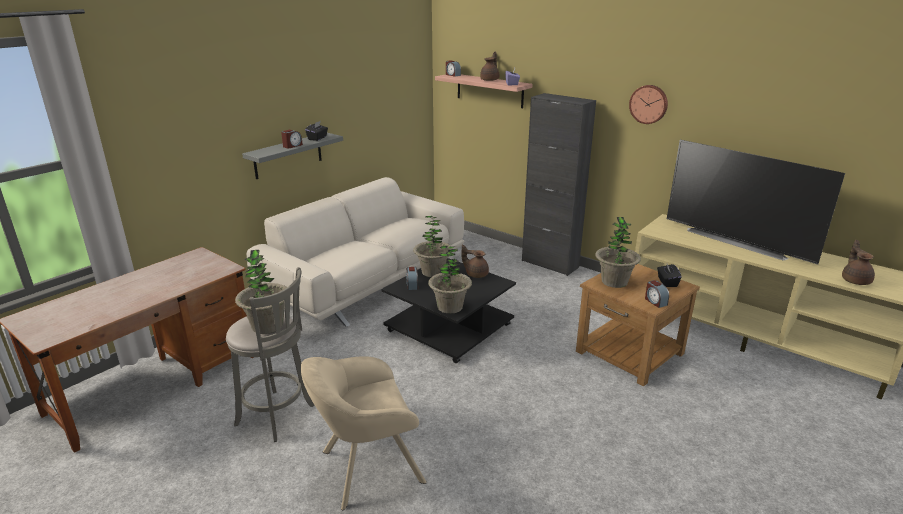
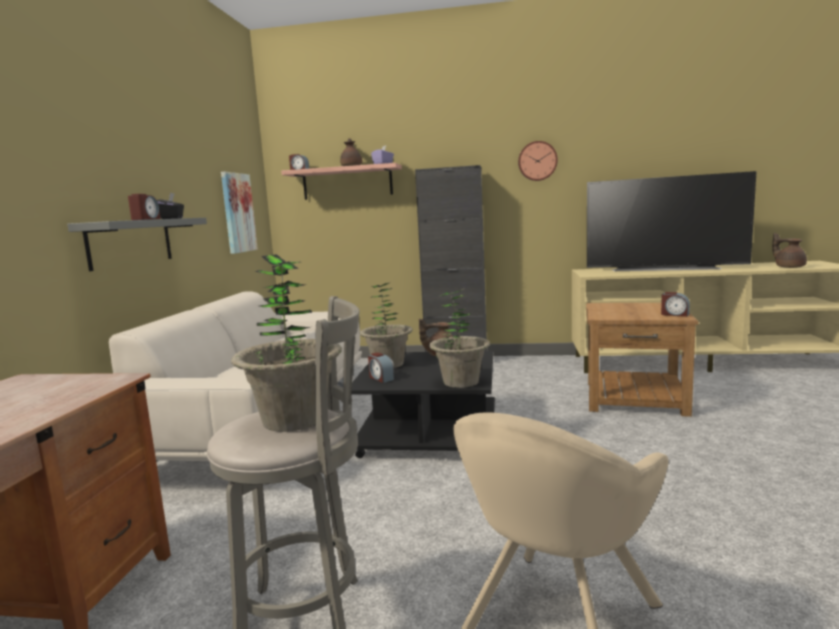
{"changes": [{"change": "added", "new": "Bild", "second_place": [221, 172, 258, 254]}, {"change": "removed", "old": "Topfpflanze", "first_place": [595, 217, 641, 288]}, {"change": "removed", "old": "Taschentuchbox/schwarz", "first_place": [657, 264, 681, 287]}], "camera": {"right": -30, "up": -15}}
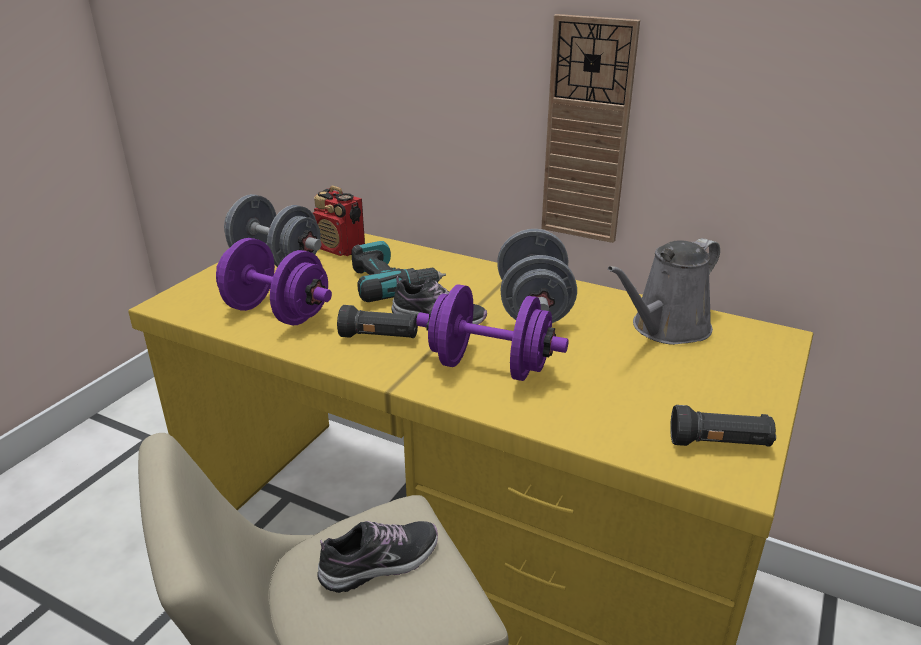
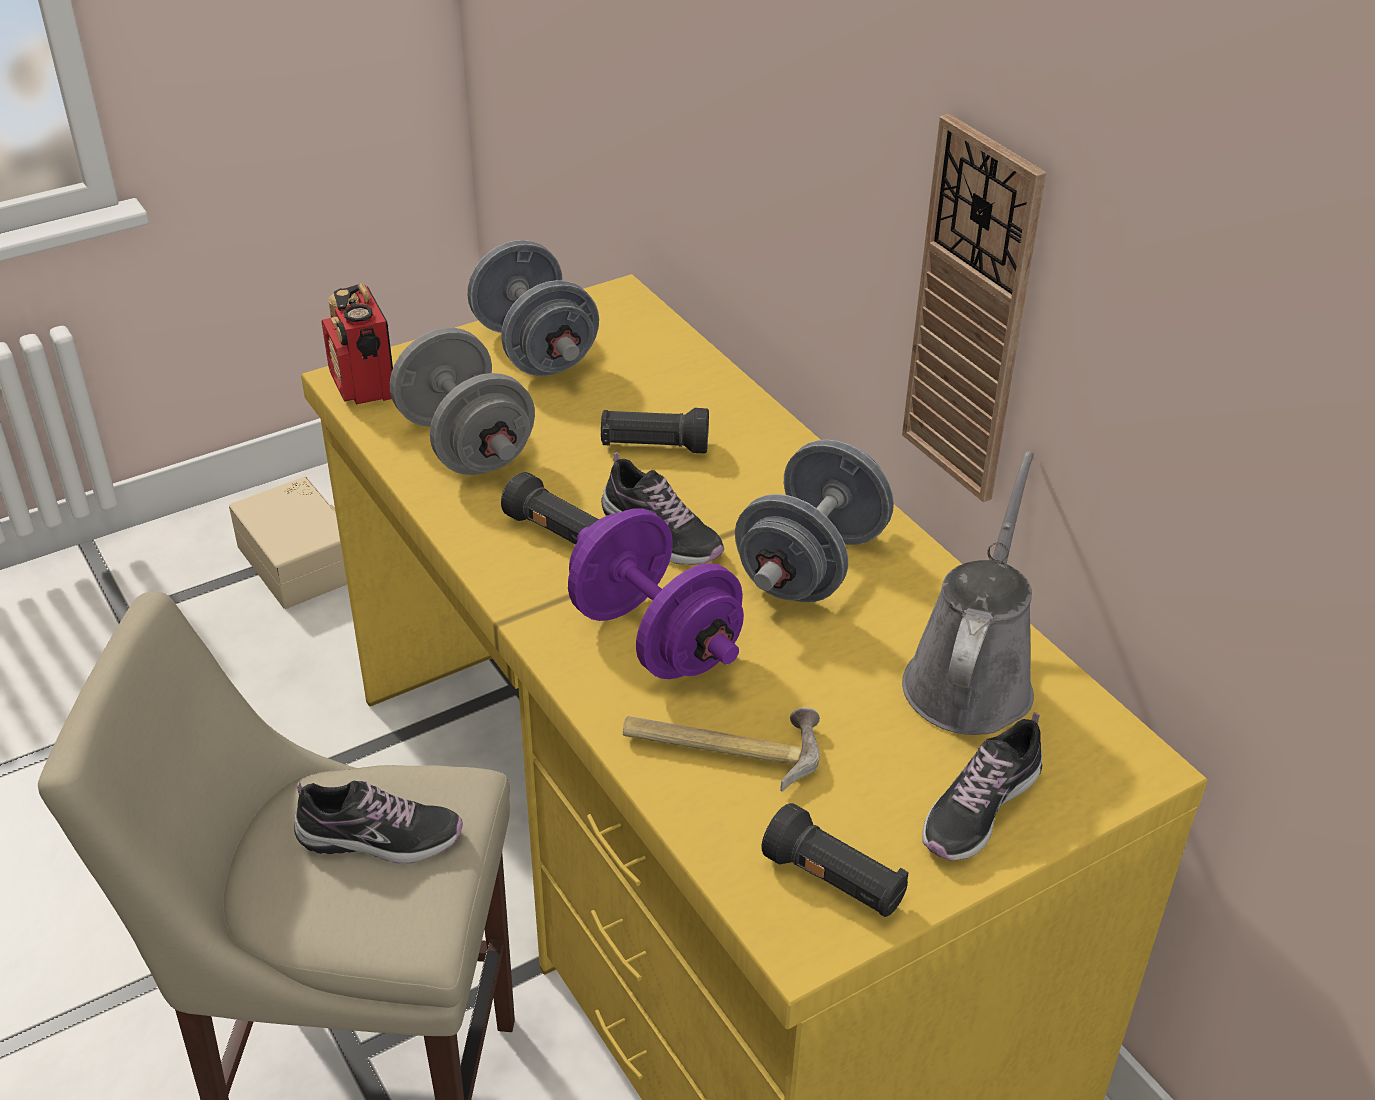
{"changes": [{"change": "added", "new": "Aufbewahrungsbox/beige", "second_place": [229, 477, 347, 609]}, {"change": "moved", "old": "Radio", "first_place": [313, 186, 365, 256], "second_place": [322, 283, 393, 404]}, {"change": "recoloured", "old": "Hantel/lila", "new": "Hantel/grau", "first_place": [216, 238, 332, 325], "second_place": [390, 328, 535, 475]}, {"change": "replaced", "old": "Bohrmaschine", "new": "Taschenlampe/schwarz", "first_place": [351, 241, 446, 302], "second_place": [601, 408, 709, 453]}, {"change": "added", "new": "Hammer", "second_place": [623, 707, 820, 792]}, {"change": "turned", "old": "Gießkanne/grau", "first_place": [608, 238, 720, 345], "second_place": [902, 451, 1034, 735], "degrees": 120}, {"change": "added", "new": "Schuh", "second_place": [922, 712, 1042, 861]}], "camera": {"right": 30, "up": 10}}
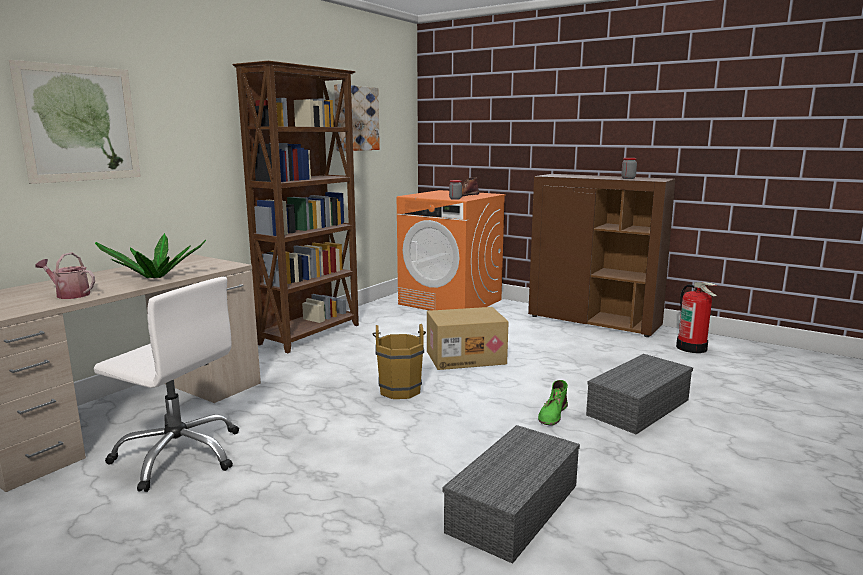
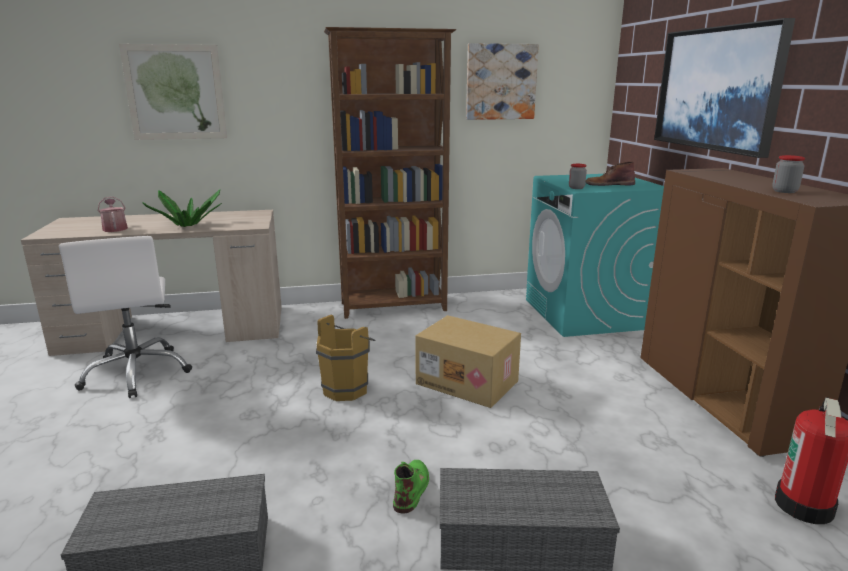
{"changes": [{"change": "turned", "old": "Stiefel/grün", "first_place": [538, 380, 568, 426], "second_place": [393, 460, 429, 514], "degrees": 120}, {"change": "recoloured", "old": "Waschmaschine/orange", "new": "Waschmaschine/türkis", "first_place": [397, 190, 506, 311], "second_place": [526, 174, 664, 337]}, {"change": "added", "new": "Bild", "second_place": [654, 18, 795, 158]}], "camera": {"right": 45, "up": 5}}
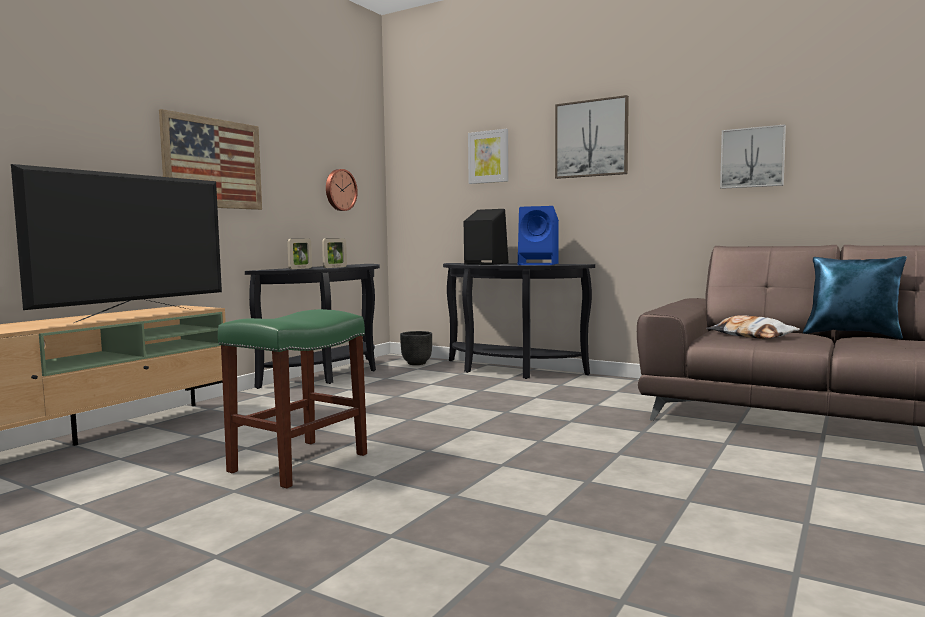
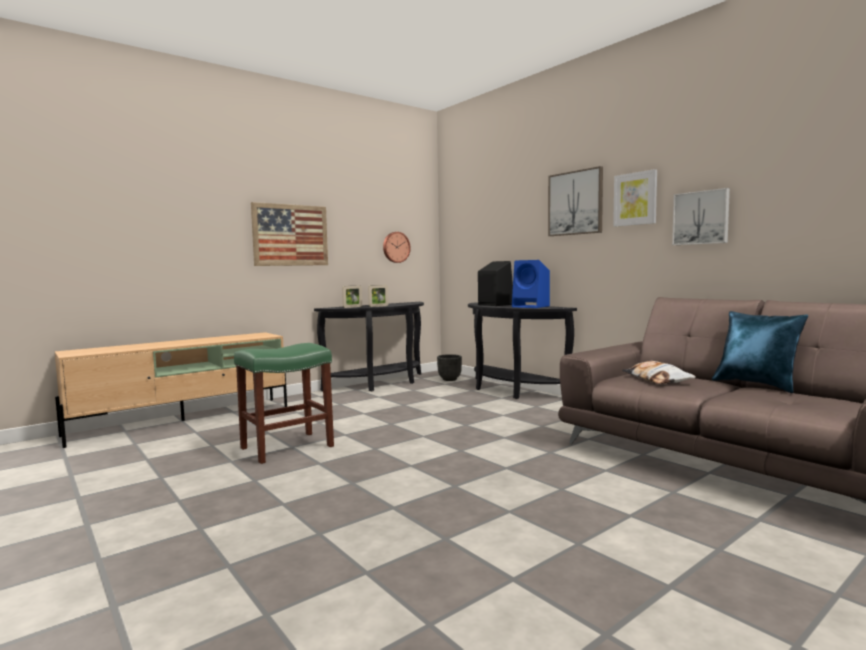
{"changes": [{"change": "moved", "old": "Bild", "first_place": [468, 129, 509, 184], "second_place": [613, 169, 657, 227]}, {"change": "removed", "old": "Fernseher", "first_place": [11, 164, 222, 323]}], "camera": {"right": 20, "up": 0}}
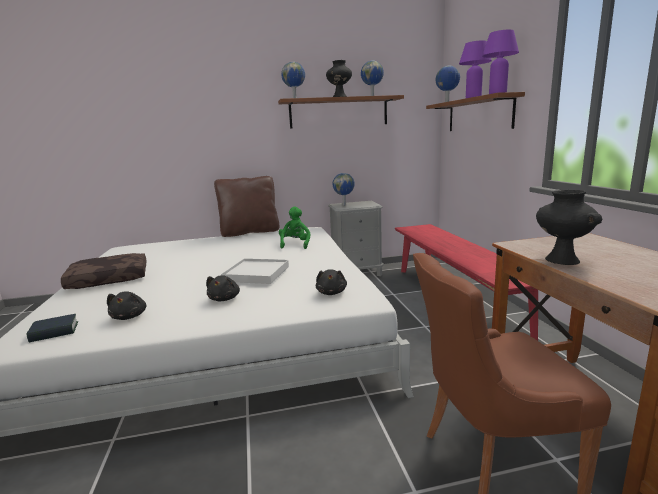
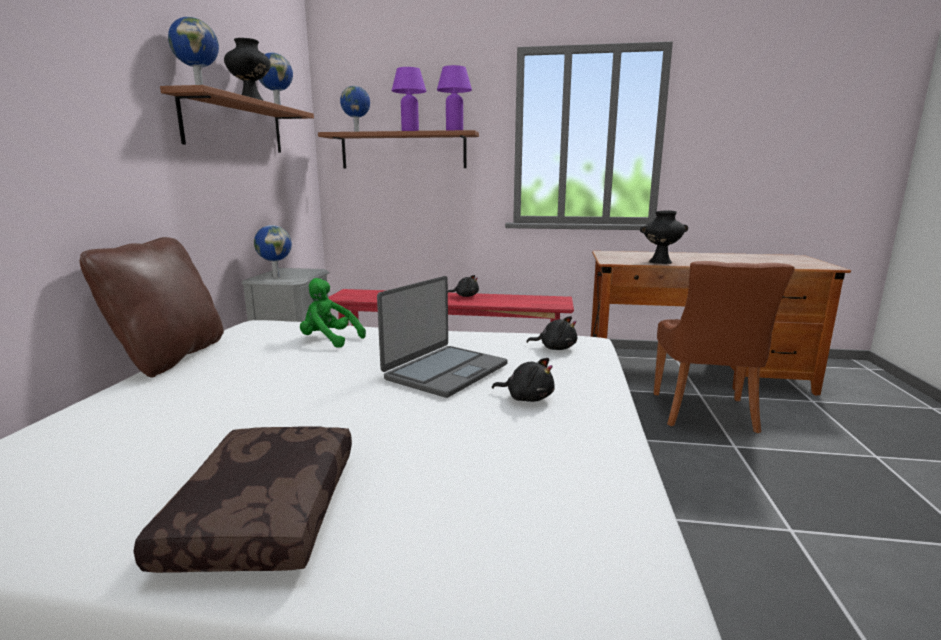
{"changes": [{"change": "replaced", "old": "Tablett/weiß", "new": "Laptop", "first_place": [221, 258, 289, 284], "second_place": [377, 276, 507, 398]}, {"change": "moved", "old": "Plüschtier/schwarz", "first_place": [107, 292, 147, 320], "second_place": [448, 275, 479, 297]}, {"change": "removed", "old": "Buch", "first_place": [26, 314, 78, 342]}], "camera": {"right": -70, "up": 0}}
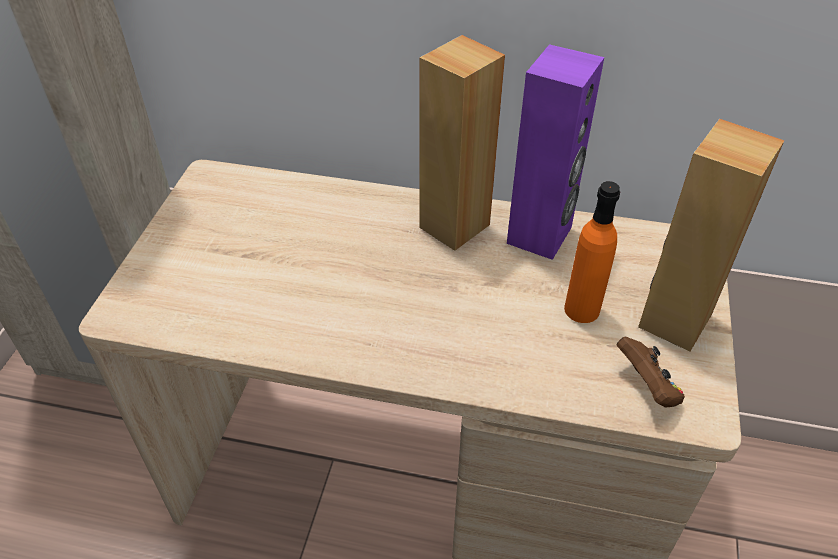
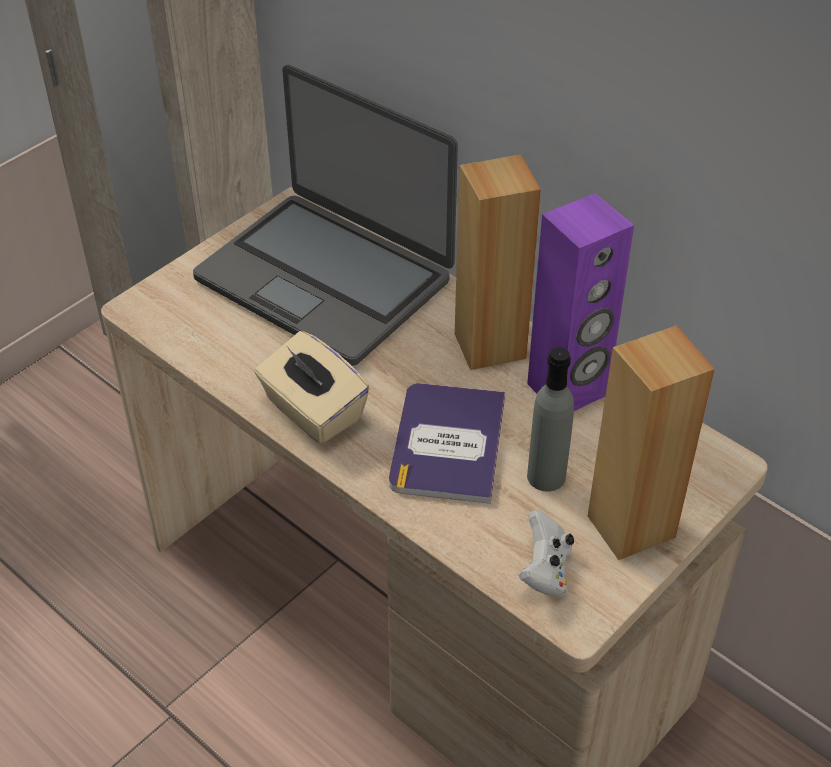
{"changes": [{"change": "added", "new": "Laptop", "second_place": [193, 65, 458, 366]}, {"change": "added", "new": "Taschentuchbox/beige", "second_place": [255, 331, 370, 444]}, {"change": "added", "new": "Buch", "second_place": [389, 383, 505, 504]}, {"change": "recoloured", "old": "Gamepad/braun", "new": "Gamepad/weiß", "first_place": [617, 337, 685, 408], "second_place": [519, 510, 574, 597]}, {"change": "recoloured", "old": "Flasche/orange", "new": "Flasche/grau", "first_place": [564, 181, 620, 323], "second_place": [527, 347, 574, 492]}], "camera": {"right": 30, "up": 0}}
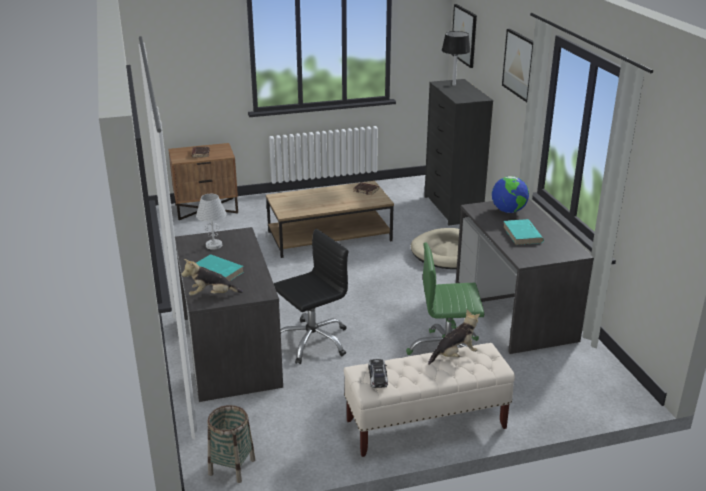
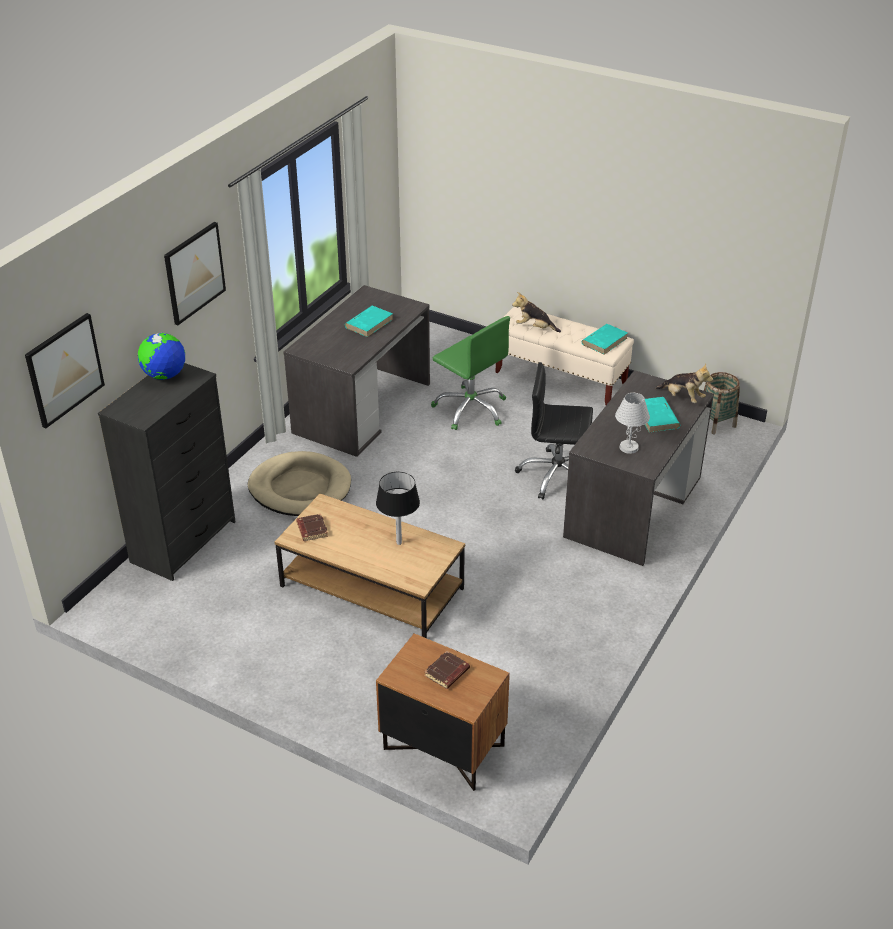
{"changes": [{"change": "moved", "old": "Globus", "first_place": [492, 176, 529, 213], "second_place": [138, 333, 185, 380]}, {"change": "moved", "old": "Tischlampe/schwarz", "first_place": [442, 31, 470, 86], "second_place": [376, 472, 420, 545]}, {"change": "replaced", "old": "Spielzeugauto", "new": "Buch/türkis", "first_place": [368, 359, 388, 388], "second_place": [582, 324, 628, 354]}], "camera": {"right": -135, "up": 10}}
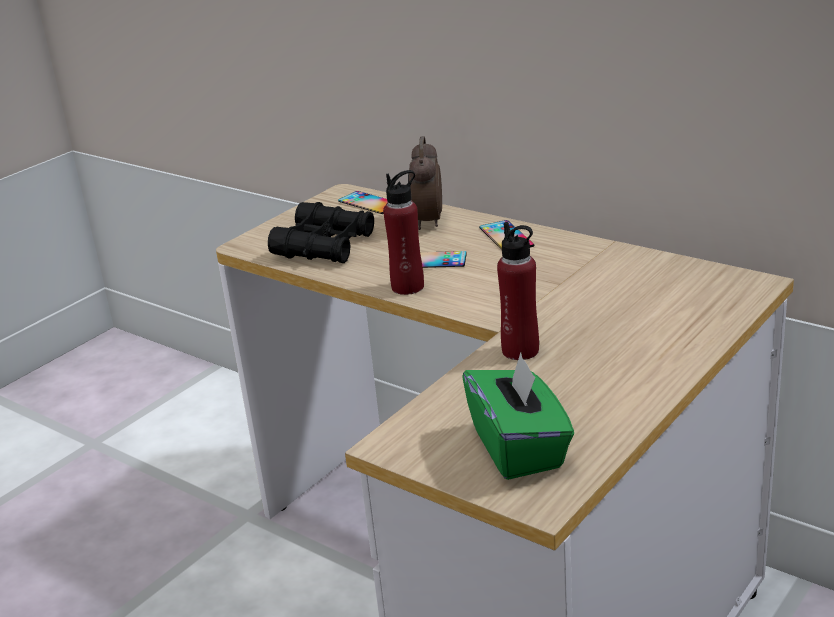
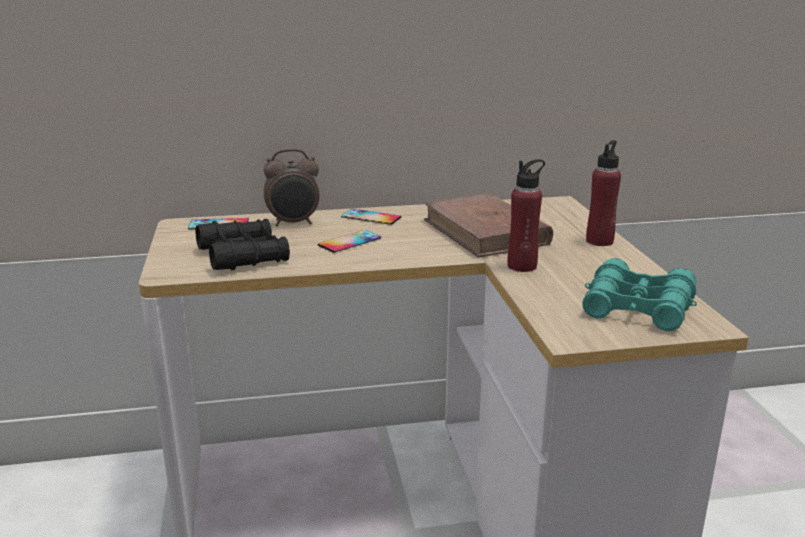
{"changes": [{"change": "turned", "old": "Wecker", "first_place": [408, 136, 442, 230], "second_place": [264, 149, 319, 227], "degrees": -60}, {"change": "added", "new": "Buch/braun", "second_place": [424, 194, 553, 257]}, {"change": "replaced", "old": "Taschentuchbox/grün", "new": "Fernglas/türkis", "first_place": [462, 352, 574, 480], "second_place": [582, 258, 697, 331]}, {"change": "moved", "old": "Flasche/rot", "first_place": [383, 170, 424, 295], "second_place": [586, 140, 621, 246]}], "camera": {"right": -50, "up": -5}}
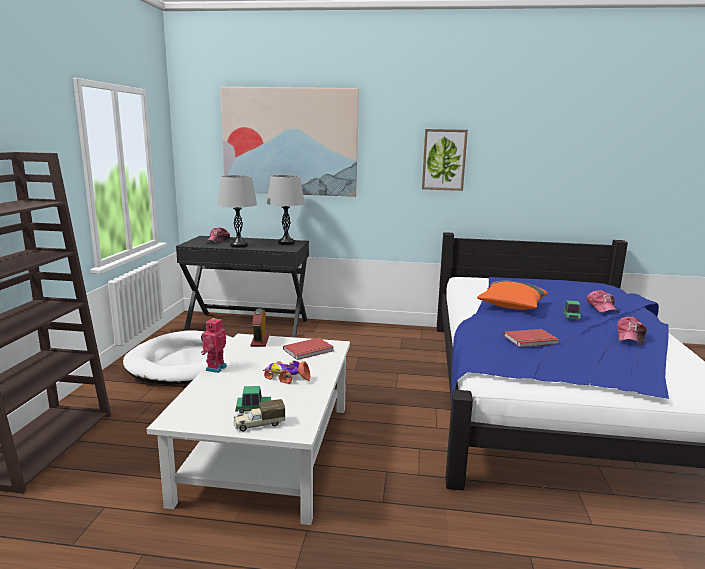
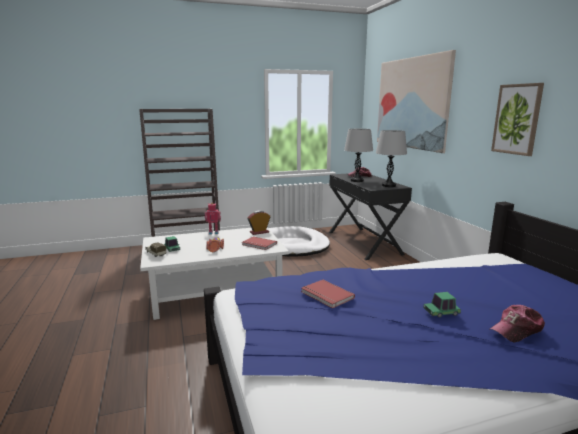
{"changes": [{"change": "removed", "old": "Kissen/orange", "first_place": [477, 281, 548, 310]}, {"change": "removed", "old": "Kappe", "first_place": [617, 317, 647, 345]}], "camera": {"right": 65, "up": 0}}
